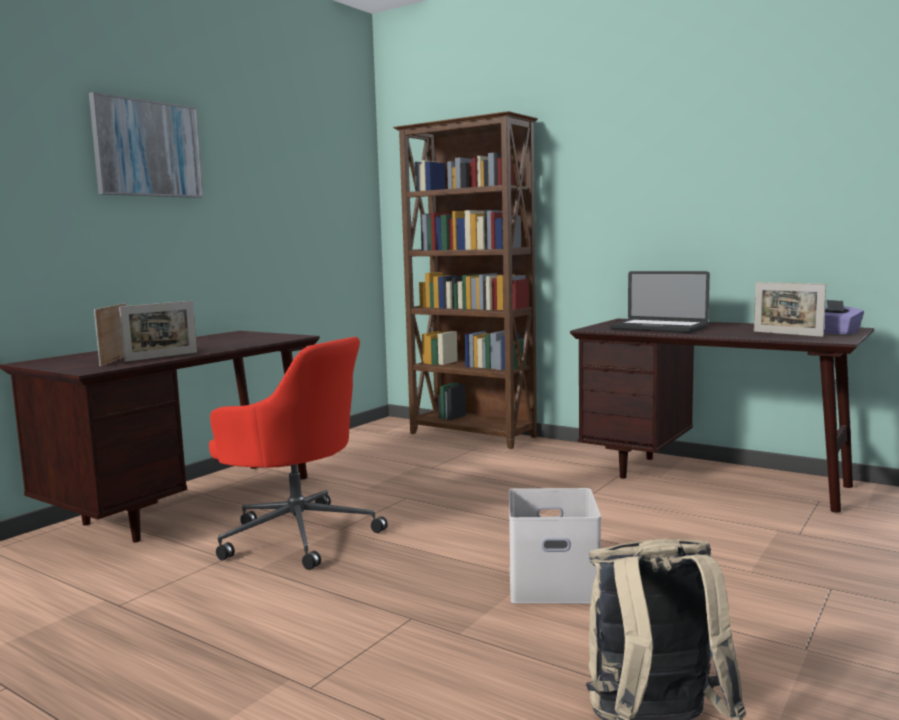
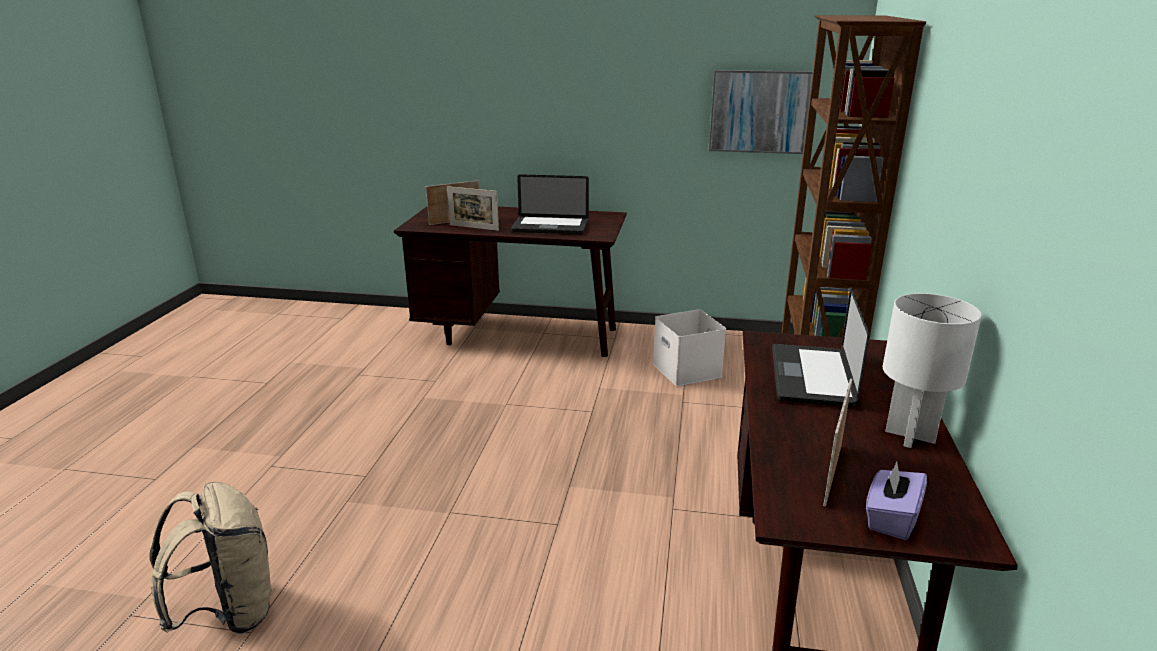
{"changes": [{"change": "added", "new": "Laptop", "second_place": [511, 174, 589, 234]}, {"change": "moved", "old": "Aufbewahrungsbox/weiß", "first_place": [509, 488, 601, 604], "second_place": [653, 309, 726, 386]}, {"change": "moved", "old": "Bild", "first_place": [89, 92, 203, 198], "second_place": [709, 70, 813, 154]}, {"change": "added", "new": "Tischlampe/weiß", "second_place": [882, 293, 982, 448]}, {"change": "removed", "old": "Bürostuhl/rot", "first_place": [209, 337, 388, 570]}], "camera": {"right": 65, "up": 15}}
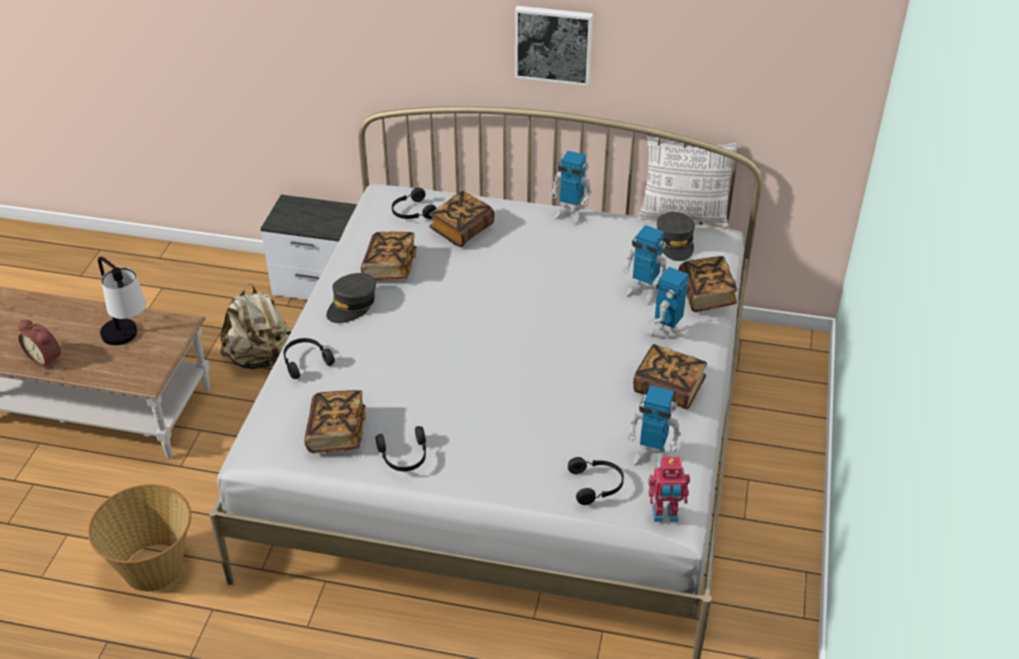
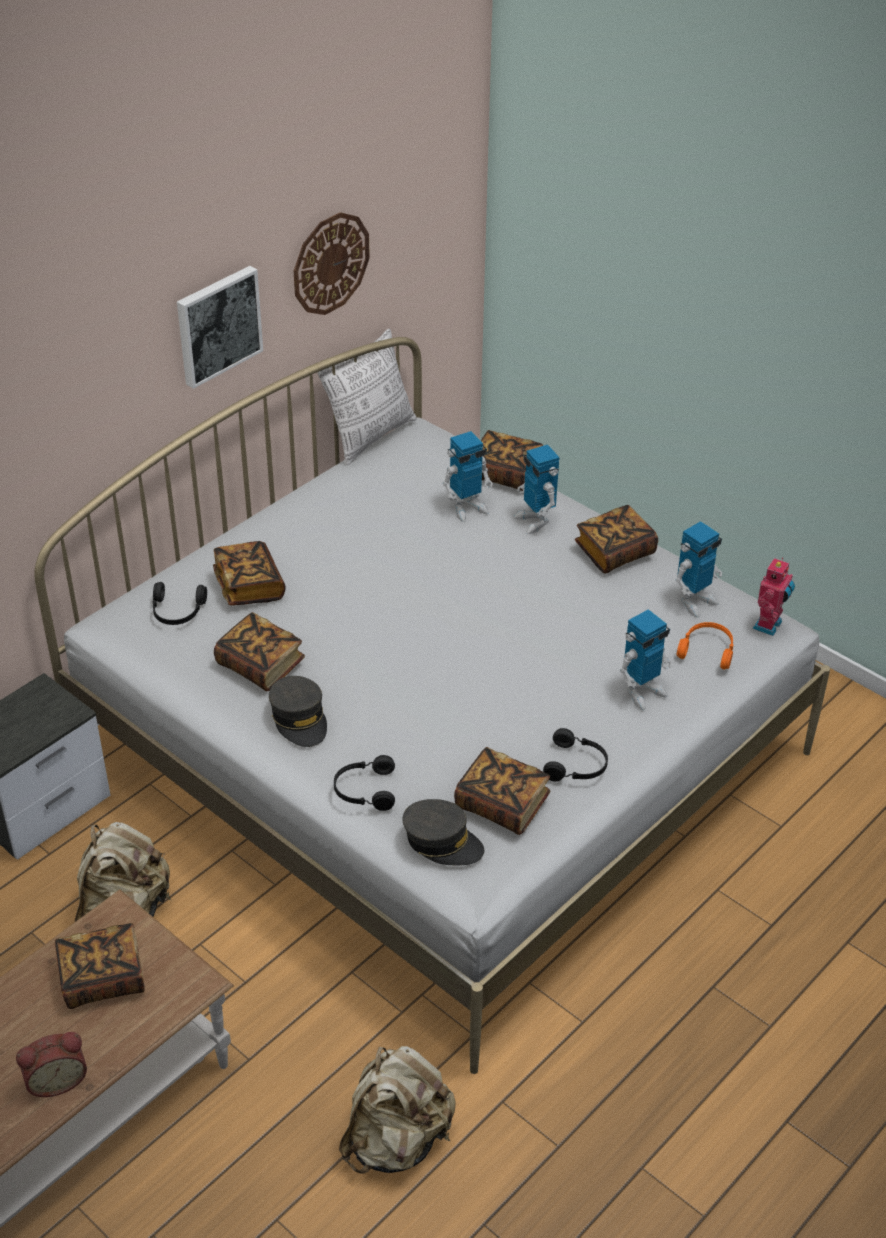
{"changes": [{"change": "replaced", "old": "Tischlampe", "new": "Buch", "first_place": [98, 257, 146, 345], "second_place": [55, 923, 145, 1009]}, {"change": "added", "new": "Wanduhr", "second_place": [294, 212, 370, 315]}, {"change": "replaced", "old": "Korb", "new": "Rucksack/beige", "first_place": [88, 484, 191, 592], "second_place": [339, 1046, 456, 1174]}, {"change": "moved", "old": "Kappe/grau", "first_place": [657, 212, 695, 261], "second_place": [402, 799, 484, 866]}, {"change": "moved", "old": "Spielzeugroboter", "first_place": [550, 151, 592, 224], "second_place": [620, 609, 672, 710]}, {"change": "recoloured", "old": "Kopfhörer/schwarz", "new": "Kopfhörer/orange", "first_place": [568, 457, 624, 505], "second_place": [677, 622, 733, 669]}], "camera": {"right": -60, "up": 0}}
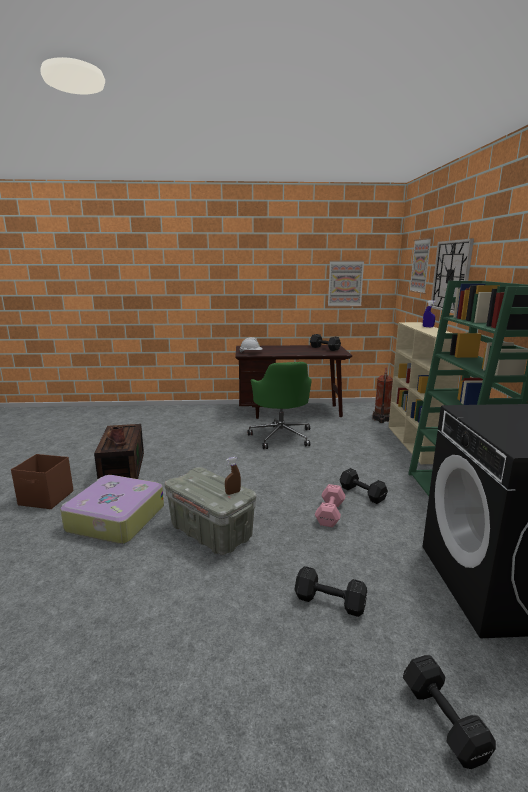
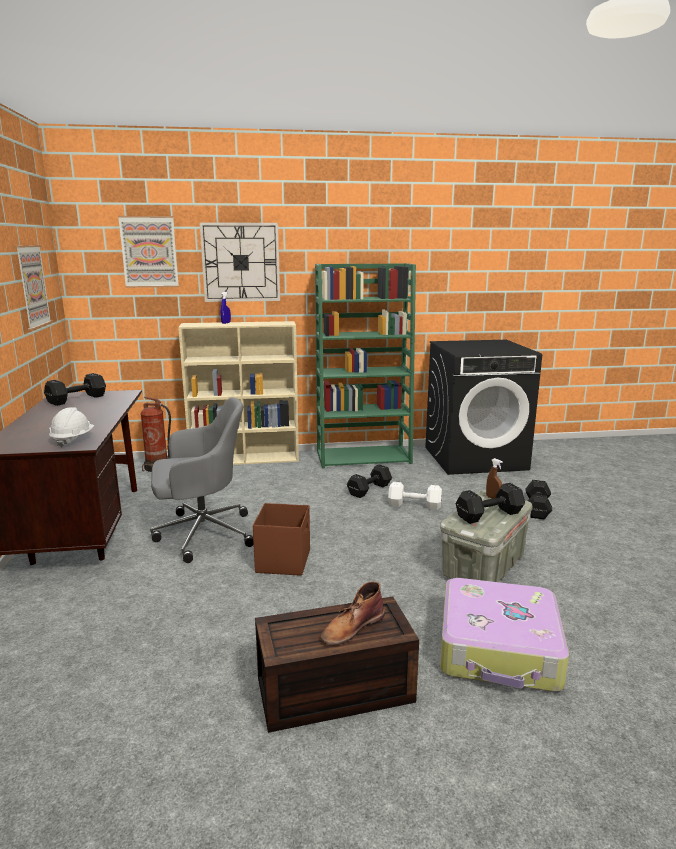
{"changes": [{"change": "recoloured", "old": "Bürostuhl/grün", "new": "Bürostuhl/grau", "first_place": [248, 362, 312, 449], "second_place": [150, 397, 253, 563]}, {"change": "moved", "old": "Aufbewahrungsbox/braun", "first_place": [11, 454, 73, 509], "second_place": [253, 503, 310, 576]}, {"change": "recoloured", "old": "Hantel/rosa", "new": "Hantel/weiß", "first_place": [315, 484, 346, 527], "second_place": [388, 482, 442, 510]}, {"change": "moved", "old": "Hantel/schwarz", "first_place": [403, 655, 496, 769], "second_place": [456, 483, 525, 524]}], "camera": {"right": -95, "up": 0}}
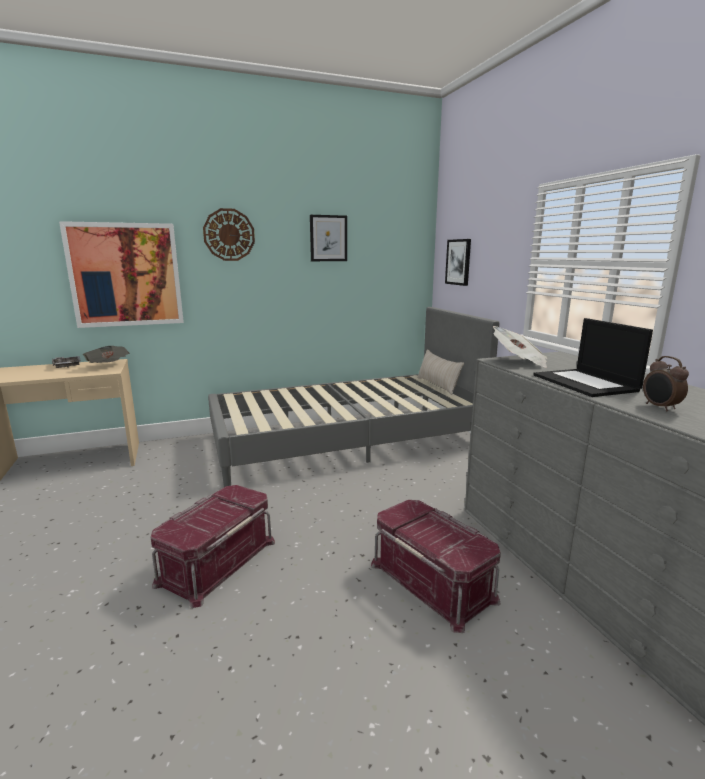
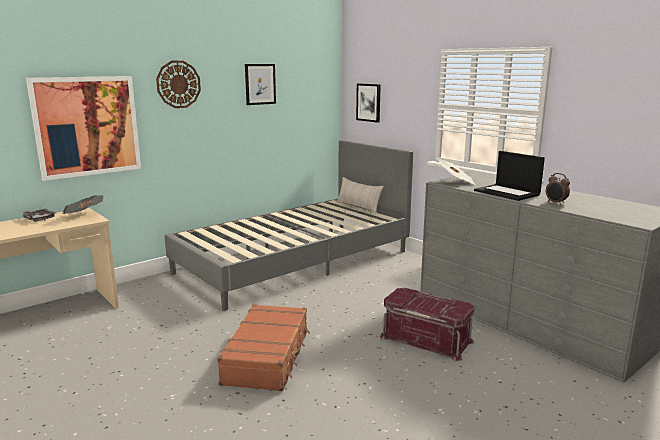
{"changes": [{"change": "replaced", "old": "Aufbewahrungsbox/rot", "new": "Koffer/braun", "first_place": [151, 485, 275, 608], "second_place": [217, 304, 310, 391]}], "camera": {"right": -20, "up": 0}}
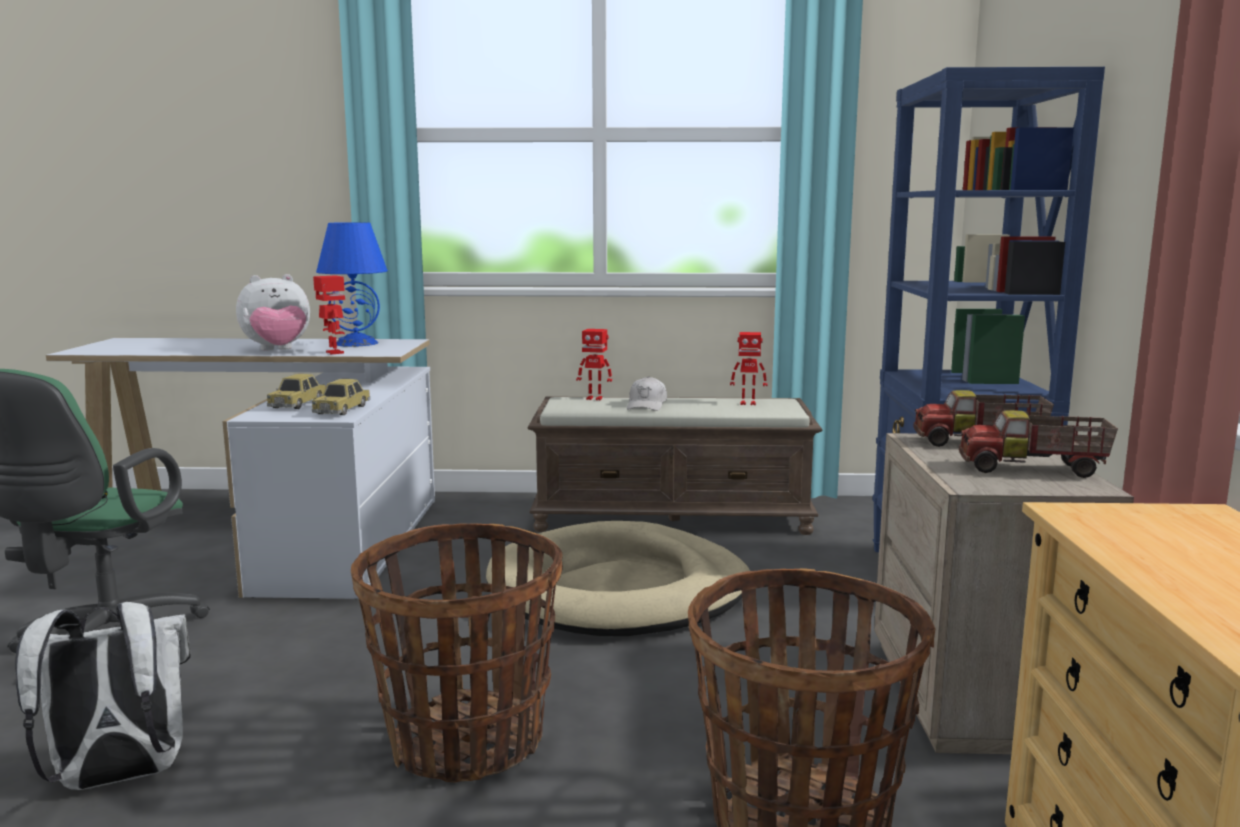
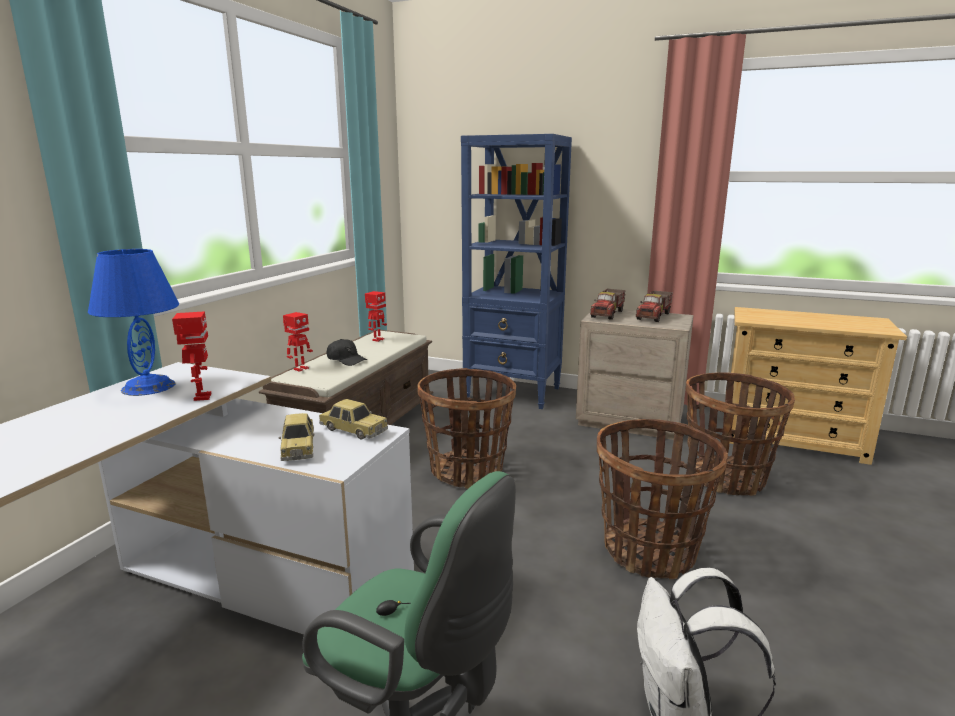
{"changes": [{"change": "turned", "old": "Spielzeugroboter", "first_place": [313, 275, 345, 354], "second_place": [172, 311, 212, 401], "degrees": 90}, {"change": "turned", "old": "Spielzeugauto", "first_place": [267, 374, 326, 409], "second_place": [279, 413, 315, 461], "degrees": 45}, {"change": "recoloured", "old": "Kappe/weiß", "new": "Kappe/schwarz", "first_place": [627, 376, 667, 411], "second_place": [326, 339, 367, 366]}, {"change": "replaced", "old": "Hundebett/beige", "new": "Korb", "first_place": [486, 521, 750, 636], "second_place": [417, 368, 516, 489]}, {"change": "removed", "old": "Plüschtier", "first_place": [236, 274, 310, 351]}], "camera": {"right": -70, "up": 5}}
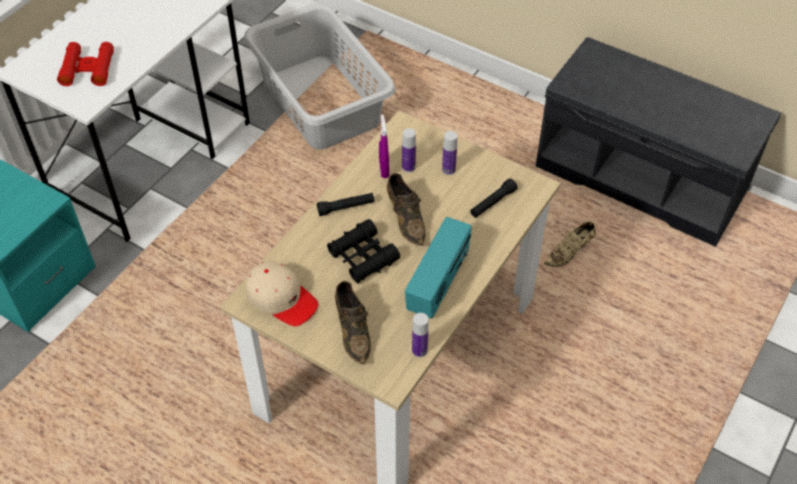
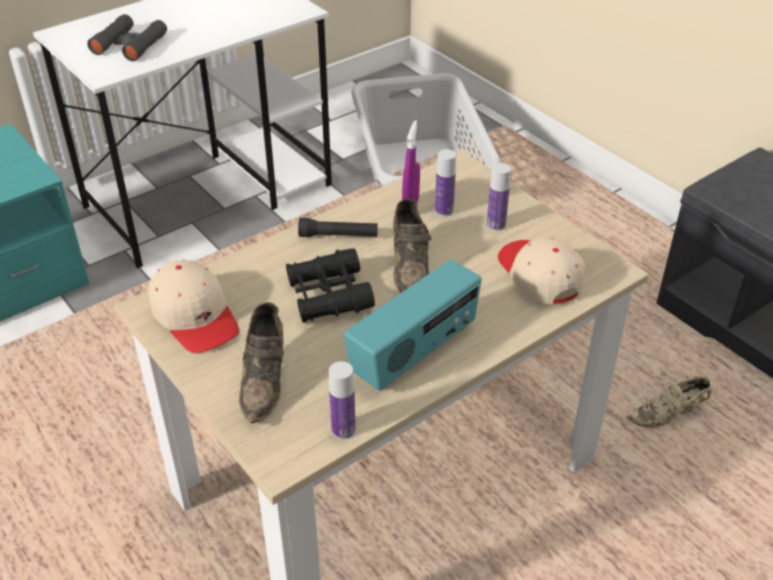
{"changes": [{"change": "recoloured", "old": "Fernglas/rot", "new": "Fernglas/schwarz", "first_place": [57, 42, 114, 86], "second_place": [87, 14, 167, 61]}, {"change": "replaced", "old": "Taschenlampe/schwarz", "new": "Kappe/beige", "first_place": [470, 179, 517, 218], "second_place": [498, 238, 585, 304]}], "camera": {"right": 20, "up": -10}}
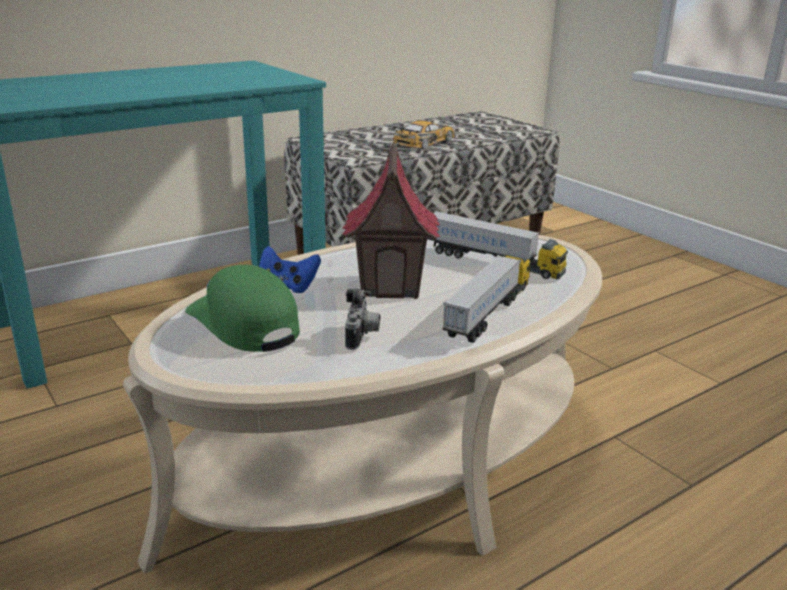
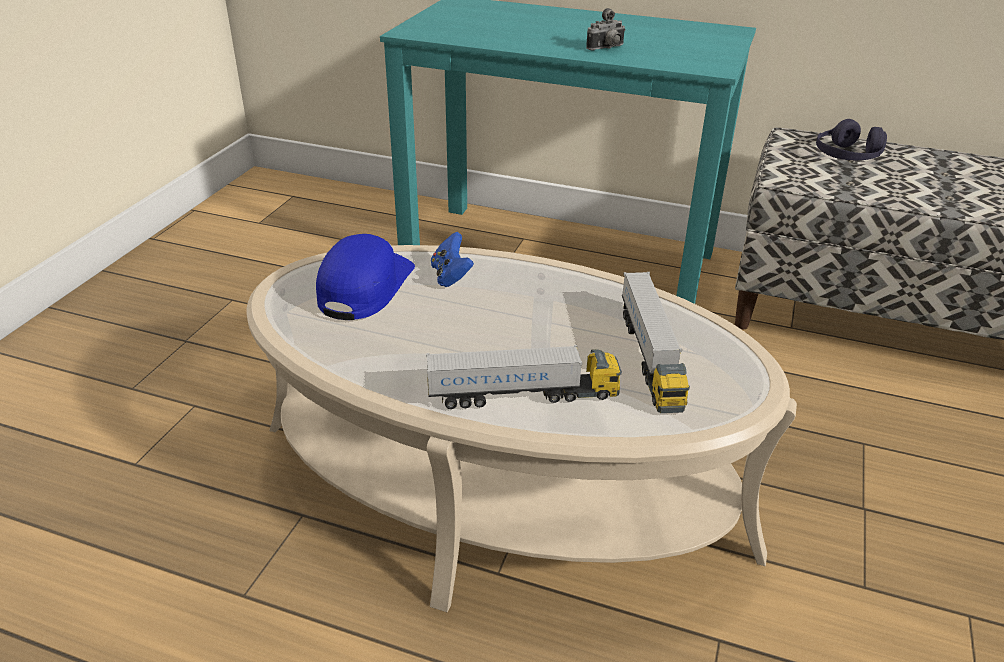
{"changes": [{"change": "recoloured", "old": "Kappe/grün", "new": "Kappe/blau", "first_place": [185, 265, 300, 352], "second_place": [316, 234, 415, 320]}, {"change": "moved", "old": "Kamera", "first_place": [345, 288, 380, 350], "second_place": [586, 8, 626, 50]}, {"change": "added", "new": "Kopfhörer/lila", "second_place": [816, 119, 887, 160]}, {"change": "removed", "old": "Spielzeughaus", "first_place": [343, 142, 440, 299]}, {"change": "removed", "old": "Spielzeugauto", "first_place": [393, 121, 455, 149]}], "camera": {"right": 55, "up": 10}}
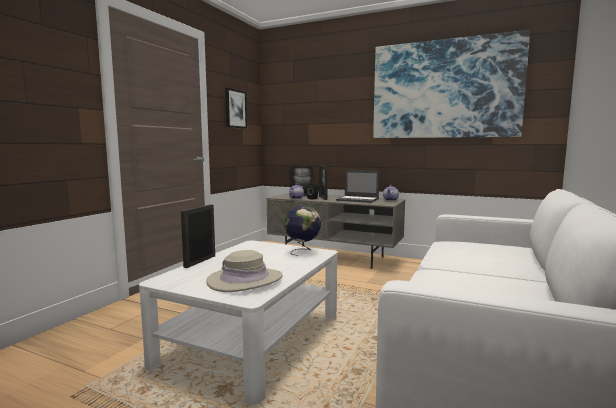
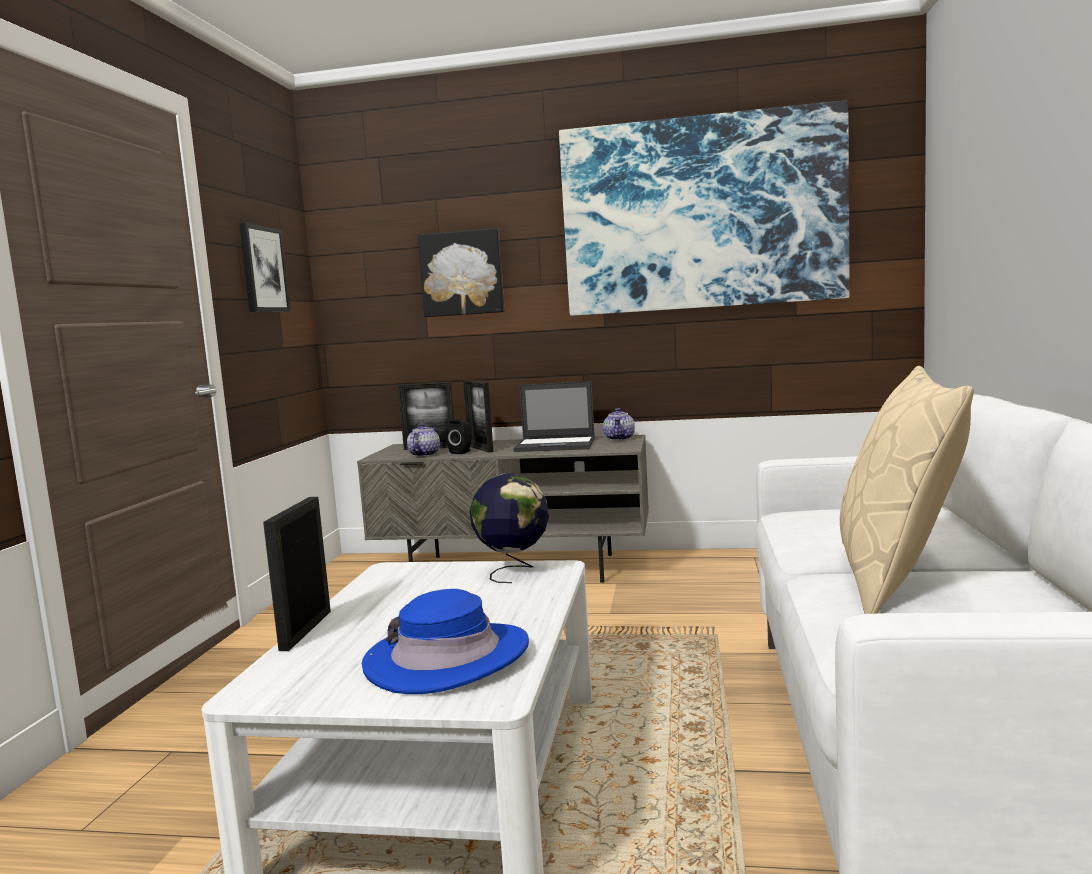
{"changes": [{"change": "recoloured", "old": "Hut/beige", "new": "Hut/blau", "first_place": [206, 250, 283, 292], "second_place": [362, 589, 529, 694]}, {"change": "added", "new": "Bild", "second_place": [418, 228, 505, 317]}, {"change": "added", "new": "Kissen/beige", "second_place": [840, 366, 974, 614]}], "camera": {"right": -15, "up": 0}}
